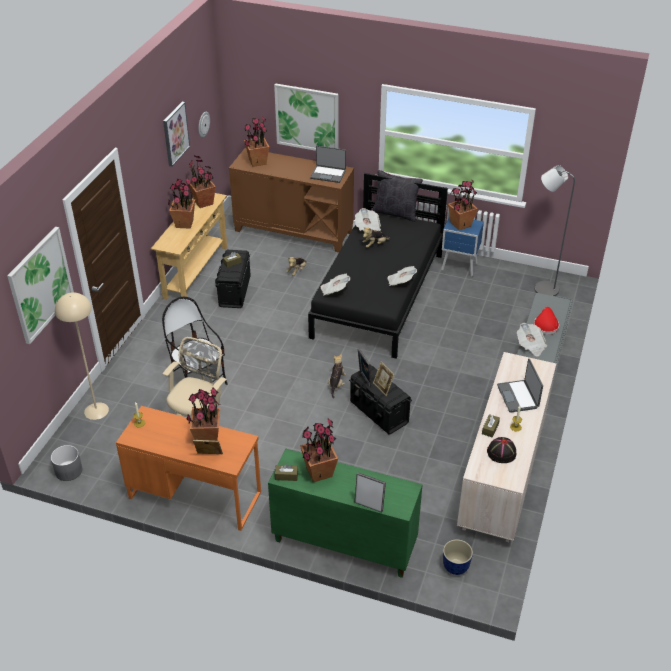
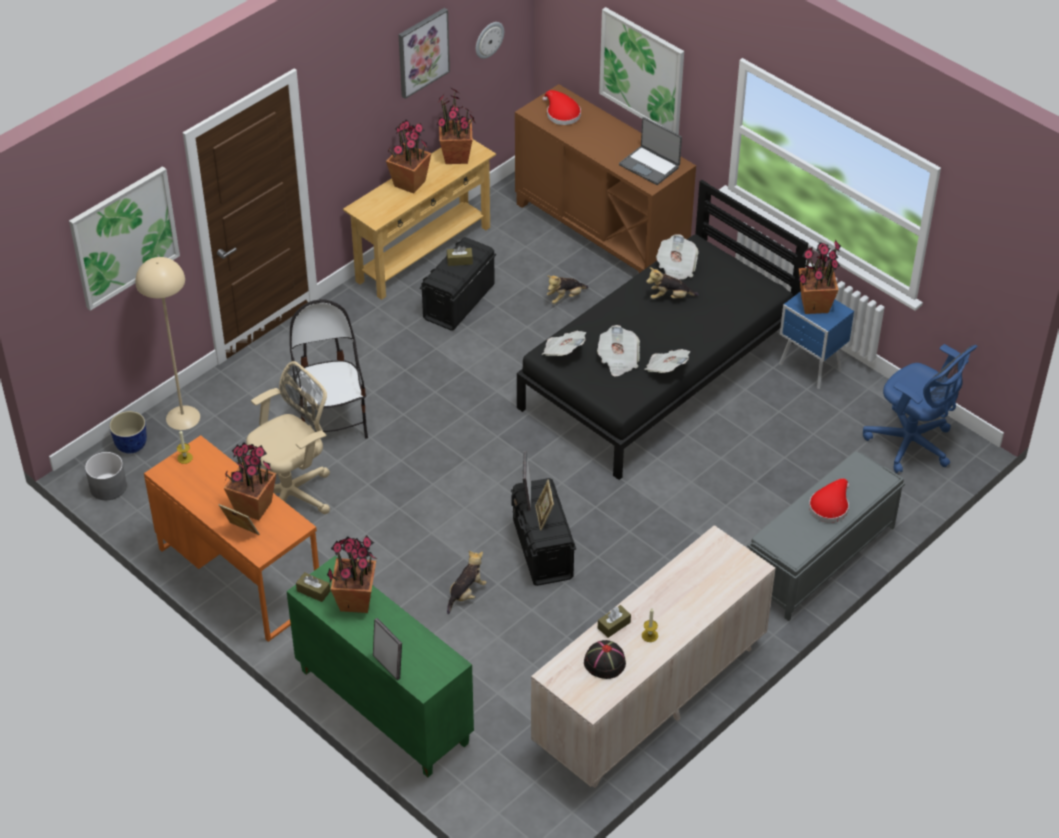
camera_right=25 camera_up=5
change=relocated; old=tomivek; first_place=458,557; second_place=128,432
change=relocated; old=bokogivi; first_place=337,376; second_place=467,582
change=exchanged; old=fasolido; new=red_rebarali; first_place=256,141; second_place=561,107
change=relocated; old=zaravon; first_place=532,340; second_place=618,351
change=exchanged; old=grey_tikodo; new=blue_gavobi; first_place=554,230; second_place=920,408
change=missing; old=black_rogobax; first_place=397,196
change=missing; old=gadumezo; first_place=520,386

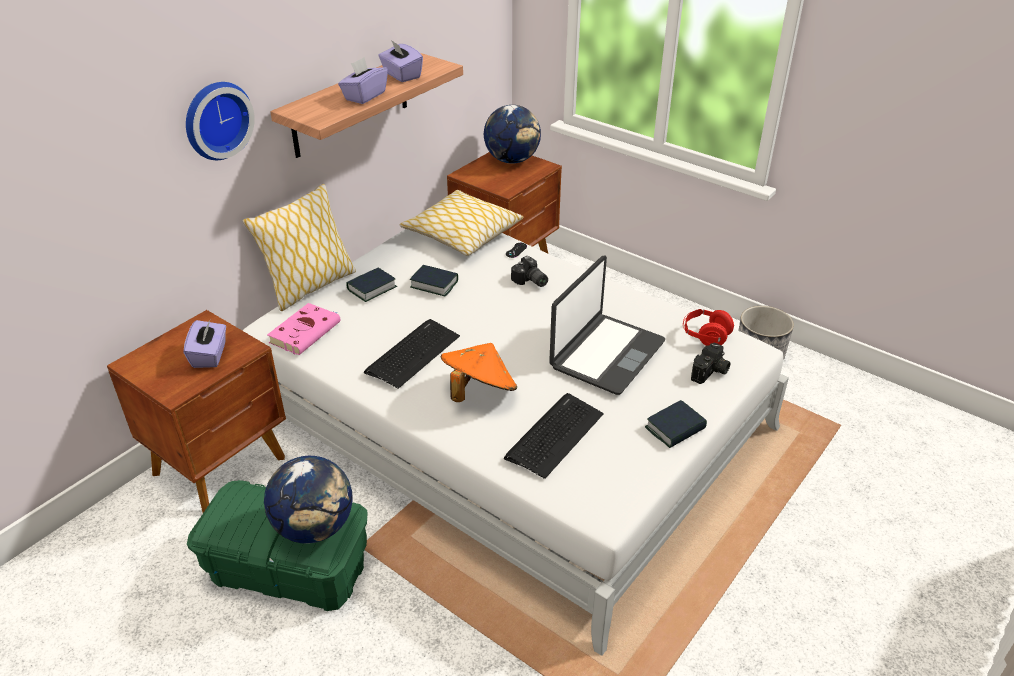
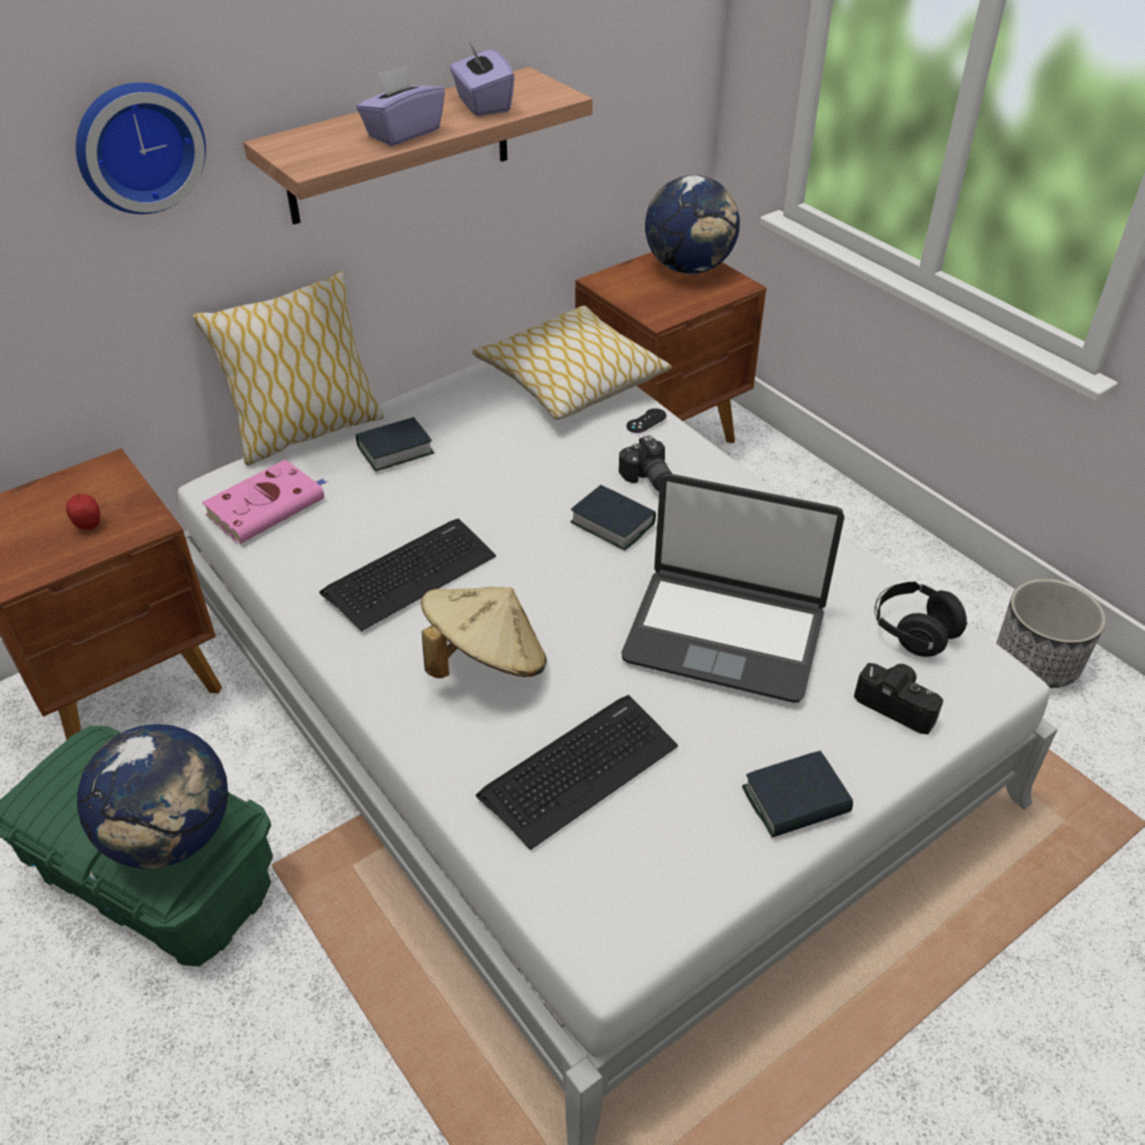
camera_right=15 camera_up=5
change=exchanged; old=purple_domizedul; new=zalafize; first_place=205,343; second_place=83,512
change=colour; old=orange_rebarali; new=beige_rebarali; first_place=479,372; second_place=484,632
change=relocated; old=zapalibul; first_place=434,280; second_place=613,518
change=spun; old=gadumezo; first_place=607,325; second_place=732,588; degrees=60
change=spun; old=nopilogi; first_place=711,363; second_place=898,698; degrees=-105
change=colour; old=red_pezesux; new=black_pezesux; first_place=708,327; second_place=921,619

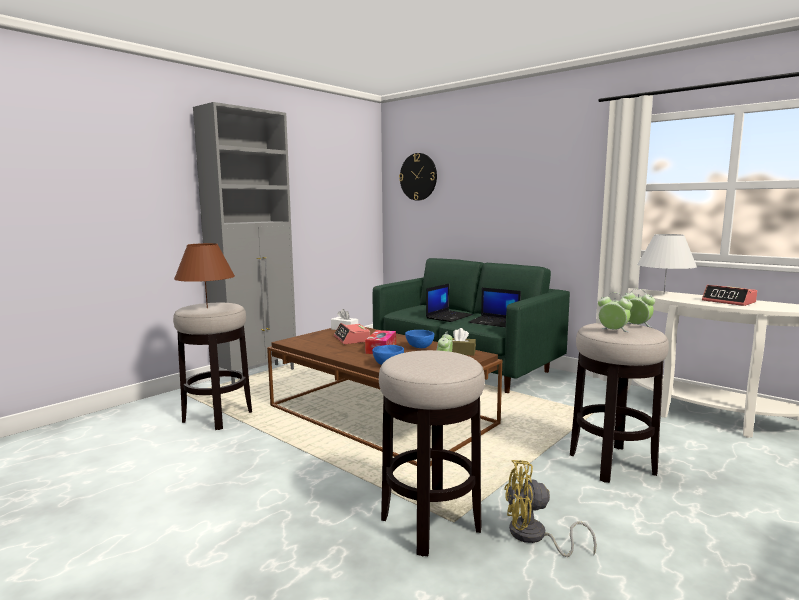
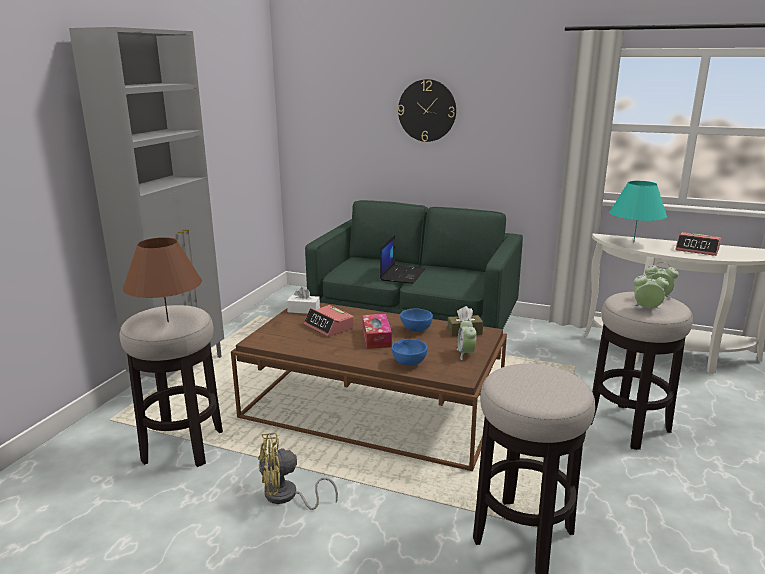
camera_right=-20 camera_up=10
change=relocated; old=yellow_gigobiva; first_place=550,508; second_place=298,471
change=relocated; old=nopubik; first_place=418,177; second_place=427,110
change=colour; old=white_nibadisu; new=turquoise_nibadisu; first_place=667,264; second_place=638,211
change=missing; old=gadumezo; first_place=495,308

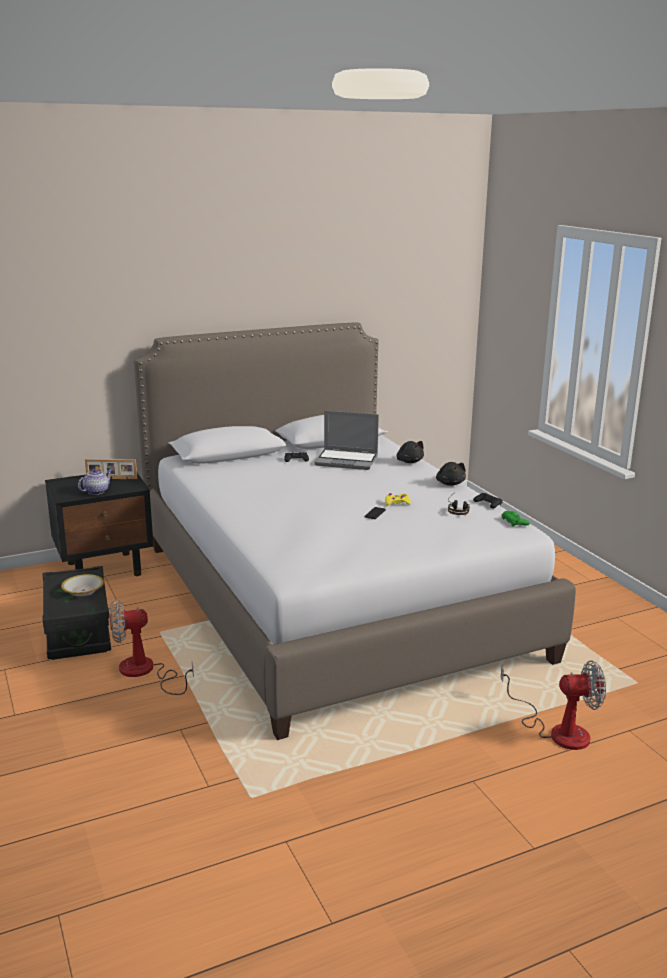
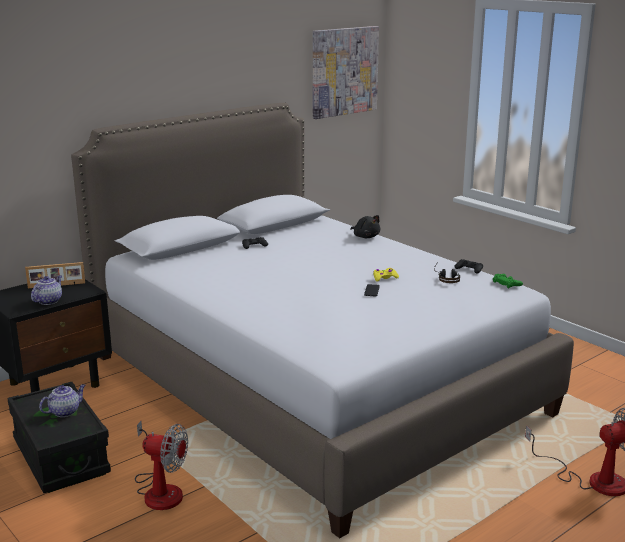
camera_right=-15 camera_up=0
change=exchanged; old=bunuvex; new=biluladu; first_place=82,585; second_place=62,400
change=spun; old=gigobiva; first_place=152,647; second_place=161,465; degrees=-135
change=appeared; new=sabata; second_place=346,72
change=missing; old=gadumezo; first_place=346,440
change=missing; old=black_bokogivi; first_place=451,474

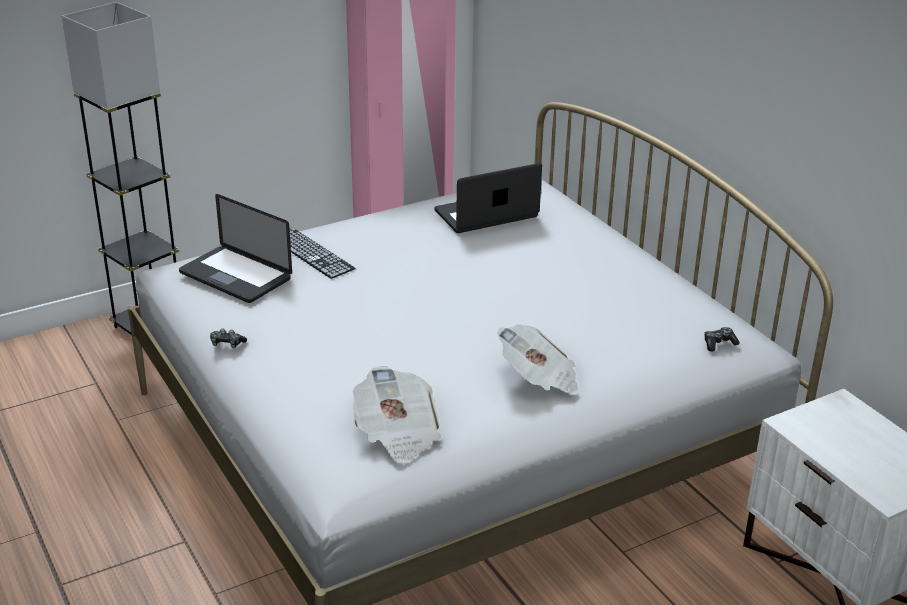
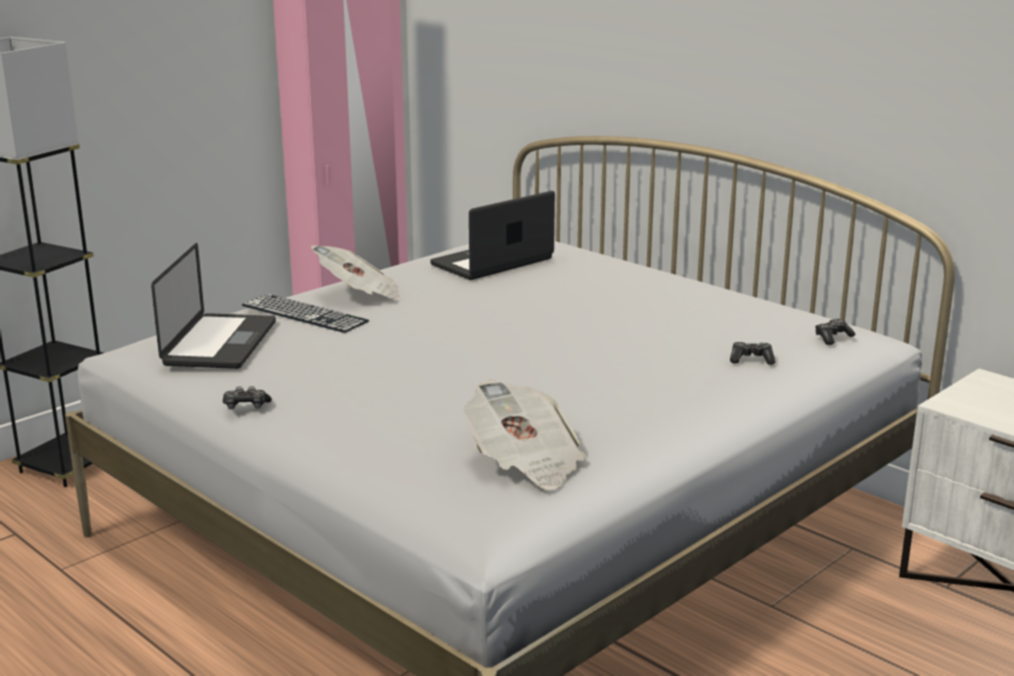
camera_right=-15 camera_up=-10
change=spun; old=gadumezo; first_place=235,248; second_place=213,306; degrees=-105
change=relocated; old=zaravon; first_place=538,360; second_place=356,272
change=appeared; new=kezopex; second_place=753,353

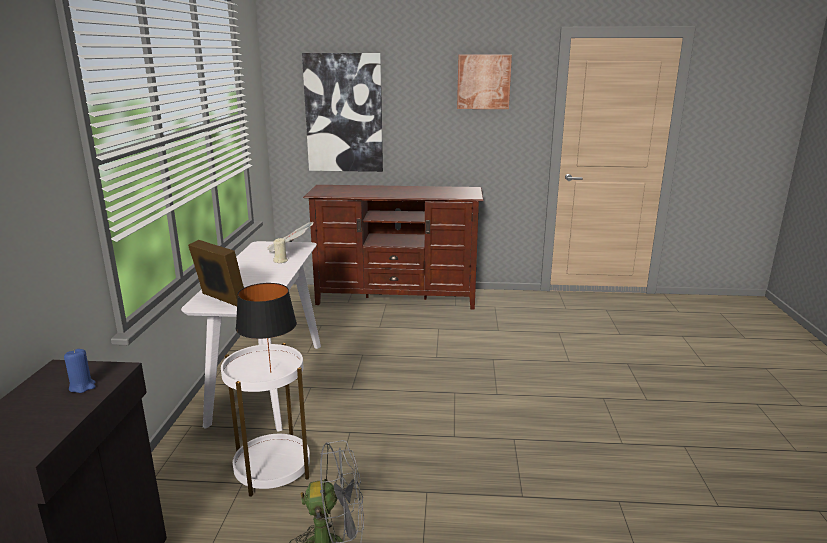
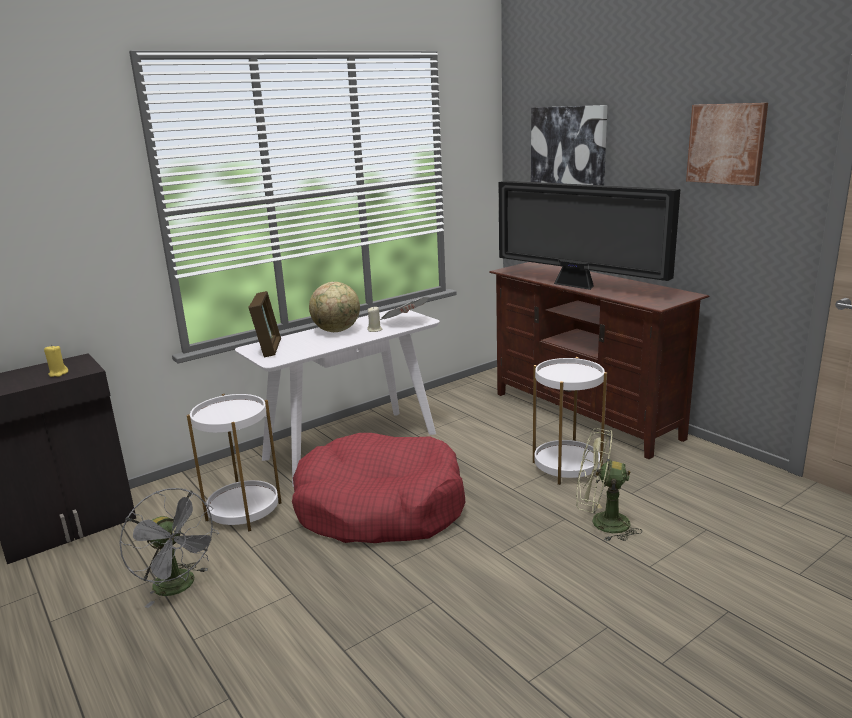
camera_right=50 camera_up=0
change=colour; old=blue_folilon; new=yellow_folilon; first_place=80,371; second_place=56,361
change=appeared; new=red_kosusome; second_place=379,488
change=appeared; new=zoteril; second_place=334,307
change=appeared; new=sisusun; second_place=589,235
change=appeared; new=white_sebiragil; second_place=570,421
change=appeared; new=green_gigobiva; second_place=609,484
change=missing; old=black_nibadisu; first_place=266,328

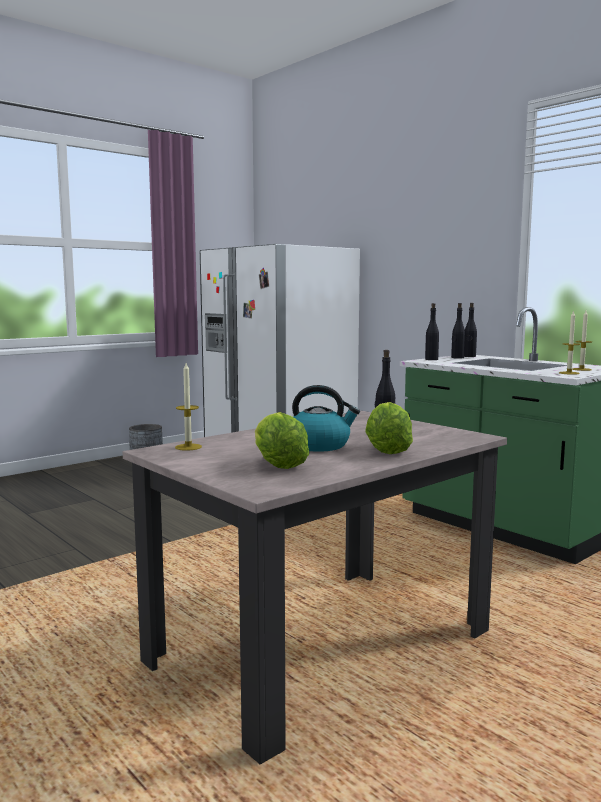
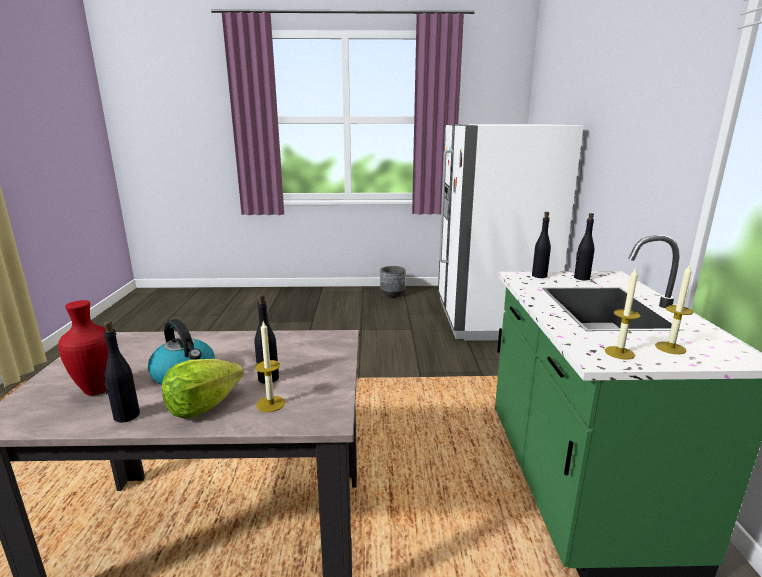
camera_right=40 camera_up=10
change=exchanged; old=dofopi; new=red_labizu; first_place=282,440; second_place=83,348
change=relocated; old=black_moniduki; first_place=470,330; second_place=122,372
change=relocated; old=folilon; first_place=188,407; second_place=270,366

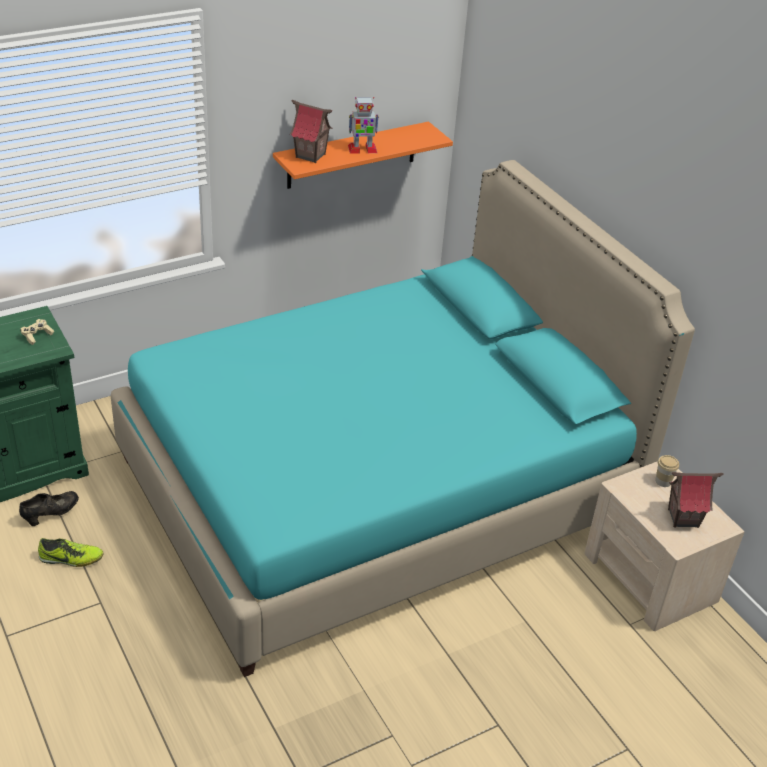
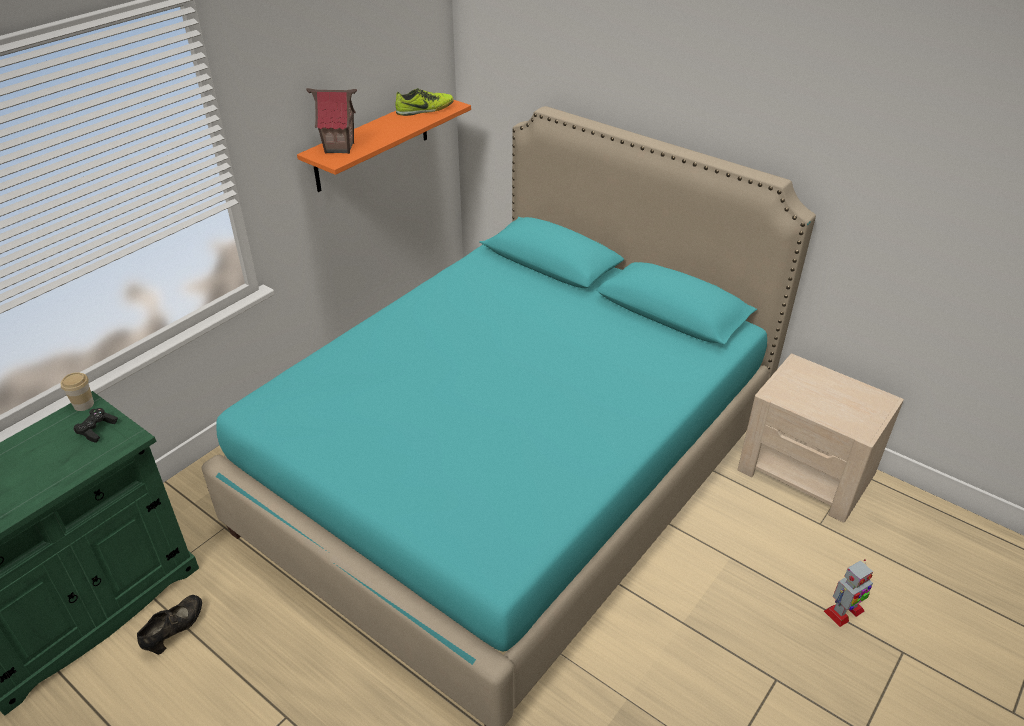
camera_right=-20 camera_up=0
change=relocated; old=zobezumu; first_place=667,471; second_place=77,391
change=colour; old=beige_kezopex; new=black_kezopex; first_place=37,332; second_place=95,425
change=relocated; old=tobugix; first_place=70,552; second_place=424,102
change=relocated; old=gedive; first_place=363,125; second_place=848,593
change=missing; old=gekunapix; first_place=696,500

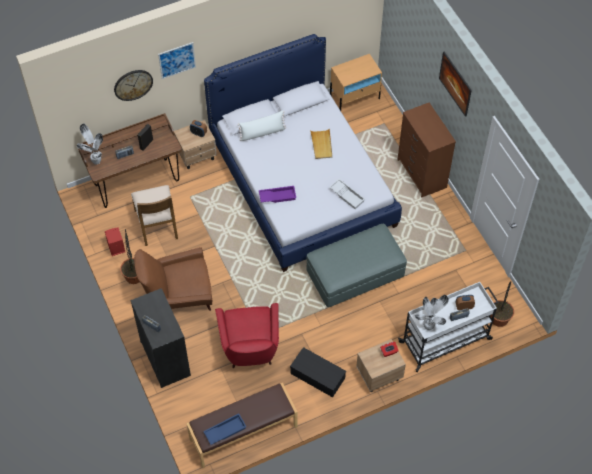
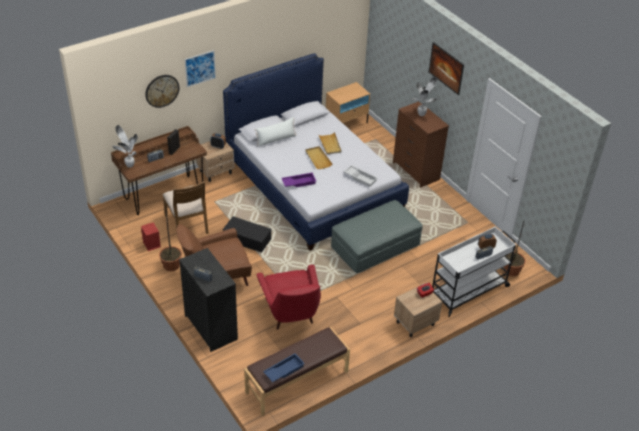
camera_right=-10 camera_up=-15
change=relocated; old=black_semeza; first_place=318,372; second_place=247,234
change=appeared; new=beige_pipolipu; second_place=318,157
change=relocated; old=fasolido; first_place=432,312; second_place=424,96

